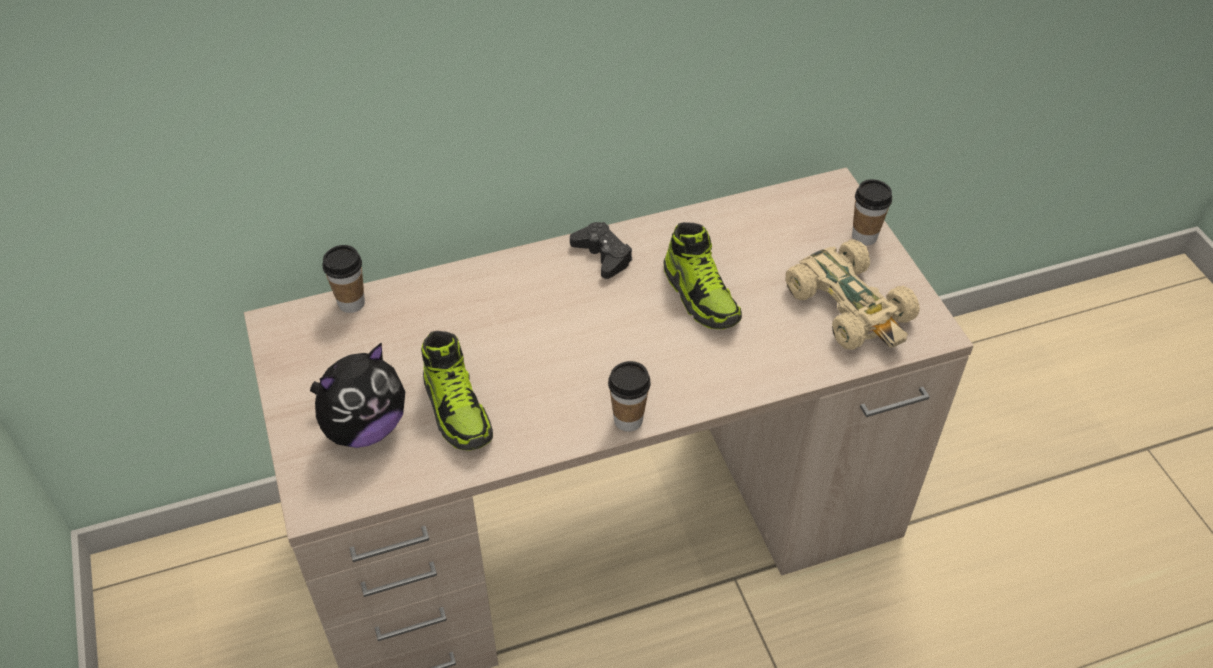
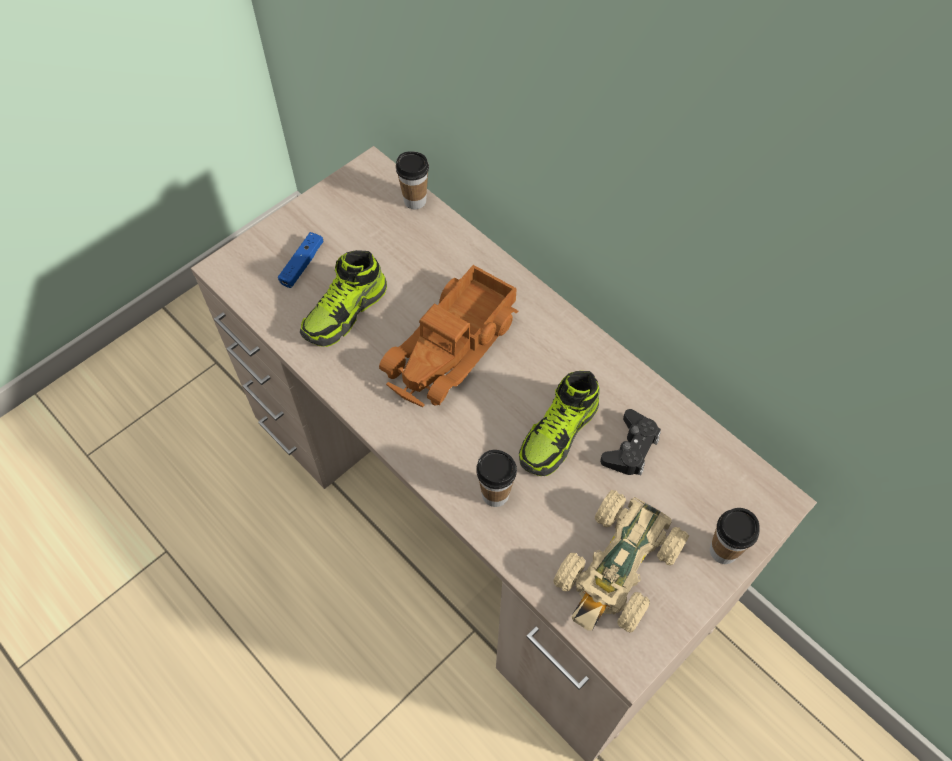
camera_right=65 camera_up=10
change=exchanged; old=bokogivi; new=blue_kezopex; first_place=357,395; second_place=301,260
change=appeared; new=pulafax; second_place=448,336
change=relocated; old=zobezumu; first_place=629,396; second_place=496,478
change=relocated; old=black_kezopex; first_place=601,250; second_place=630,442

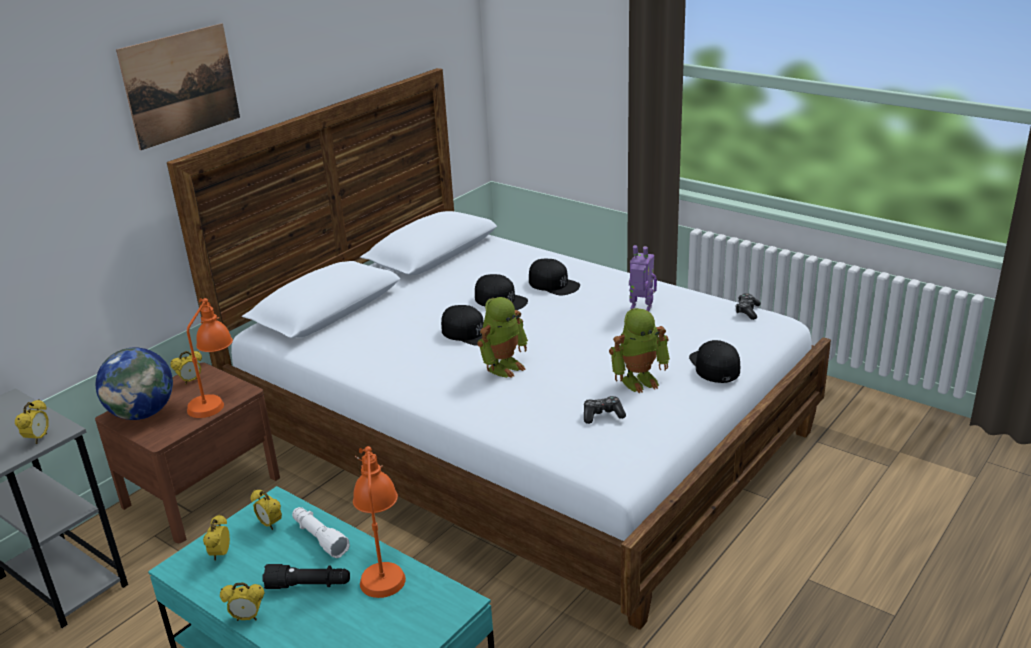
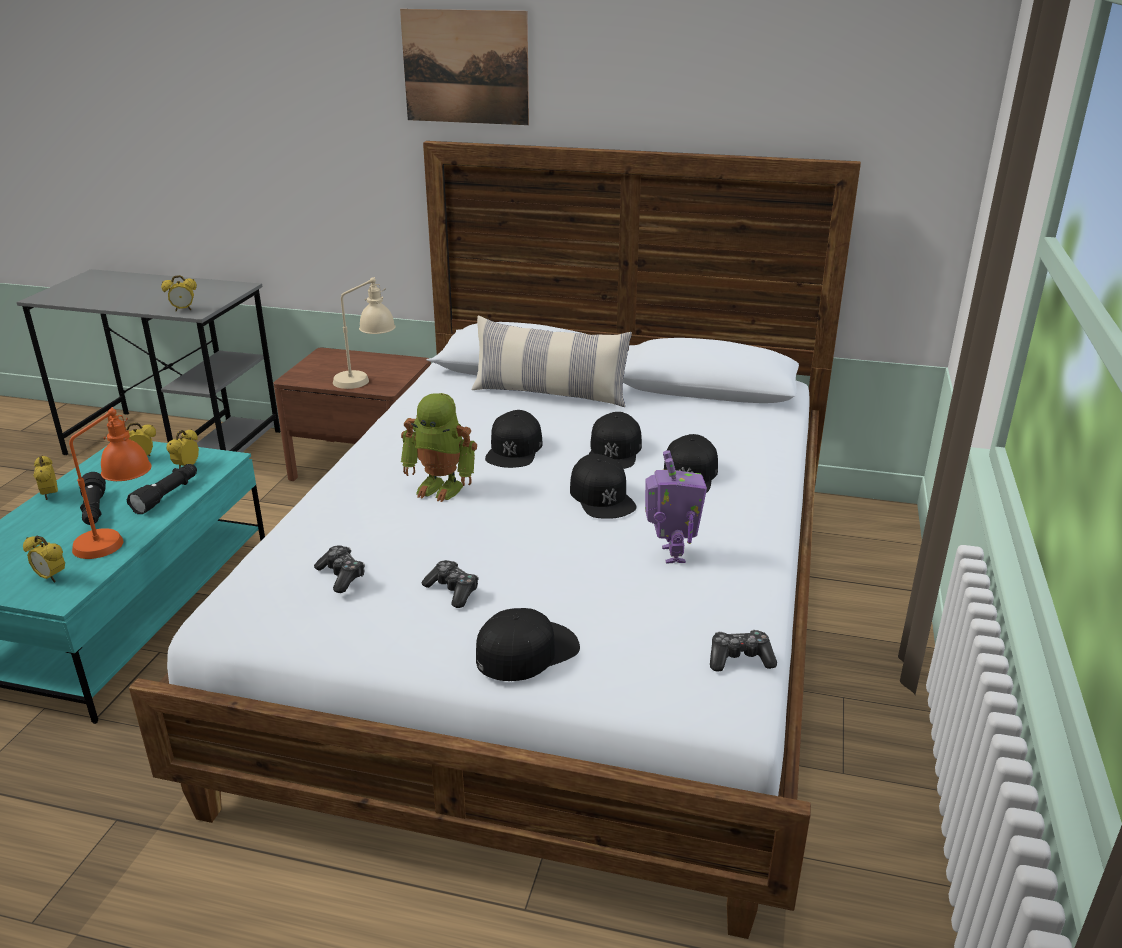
camera_right=65 camera_up=0
change=relocated; old=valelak; first_place=186,368; second_place=44,559
change=colour; old=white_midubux; new=black_midubux; first_place=321,532; second_place=162,489
change=colour; old=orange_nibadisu; new=beige_nibadisu; first_place=210,358; second_place=364,333
change=exchanged; old=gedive; new=kezopex; first_place=639,350; second_place=450,584
change=appeared; new=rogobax; second_place=552,361
change=appeared; new=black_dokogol; second_place=603,486
change=missing; old=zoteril; first_place=134,384

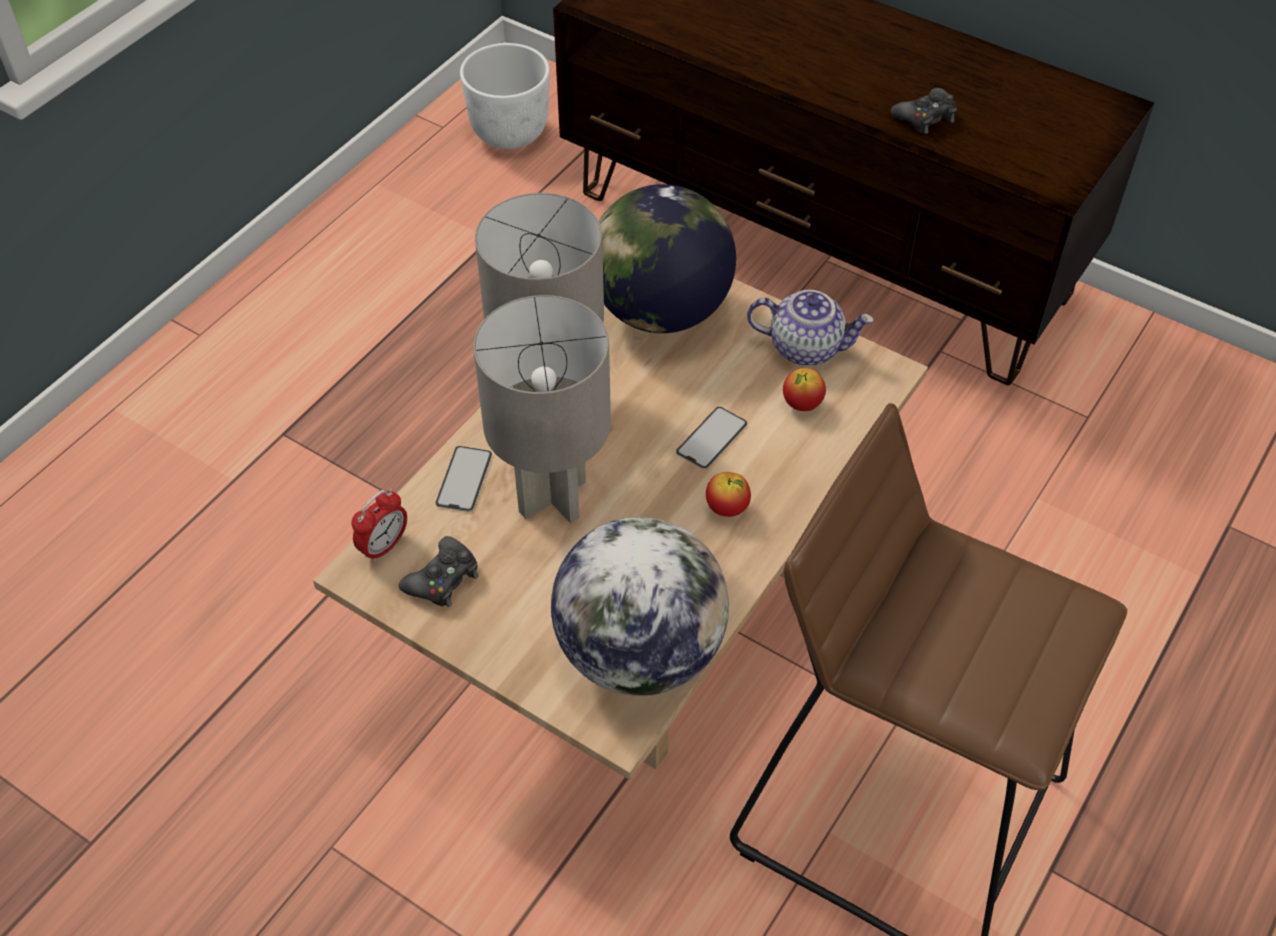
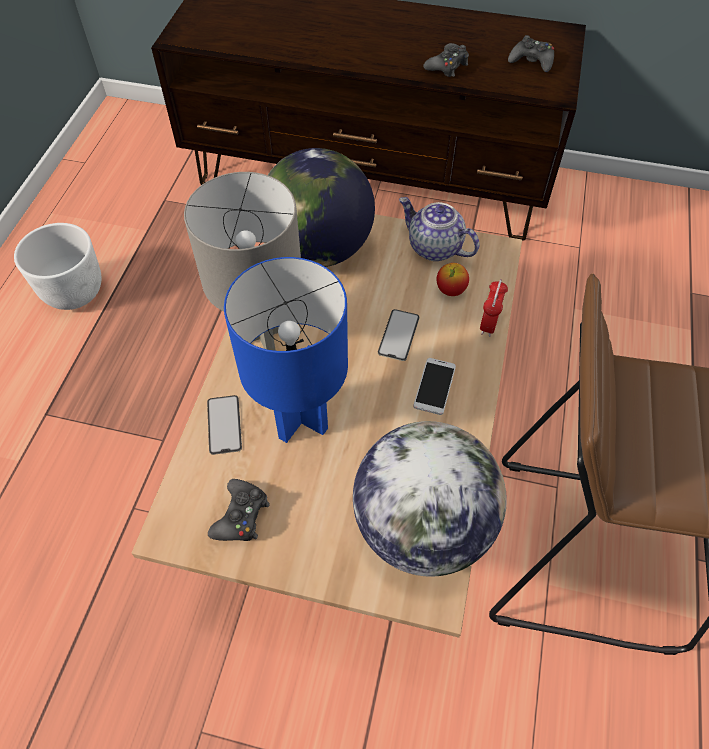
camera_right=-20 camera_up=5
change=relocated; old=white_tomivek; first_place=505,96; second_place=57,266
change=colour; old=grey_nibadisu; new=blue_nibadisu; first_place=542,409; second_place=286,350
change=spun; old=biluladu; first_place=810,327; second_place=439,229; degrees=-135
change=exchanged; old=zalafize; new=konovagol; first_place=728,494; second_place=434,386
change=relocated; old=valelak; first_place=379,525; second_place=494,308
change=appeared; new=black_kezopex; second_place=531,53

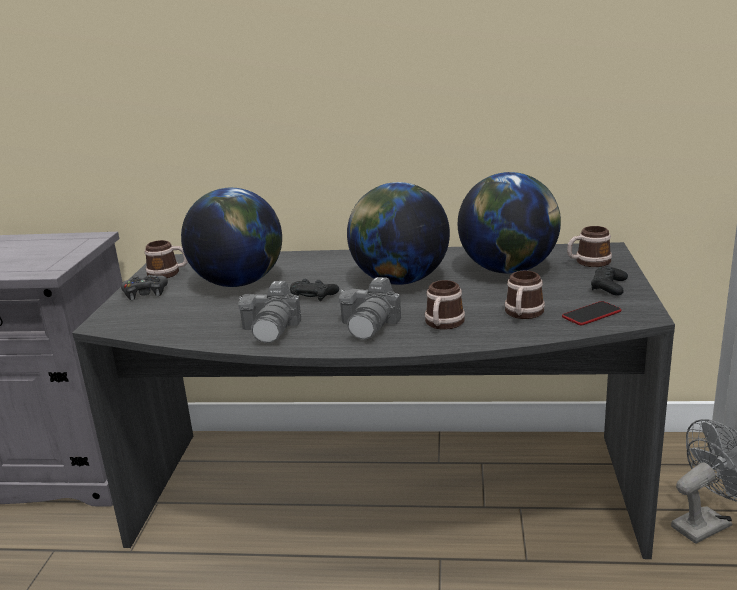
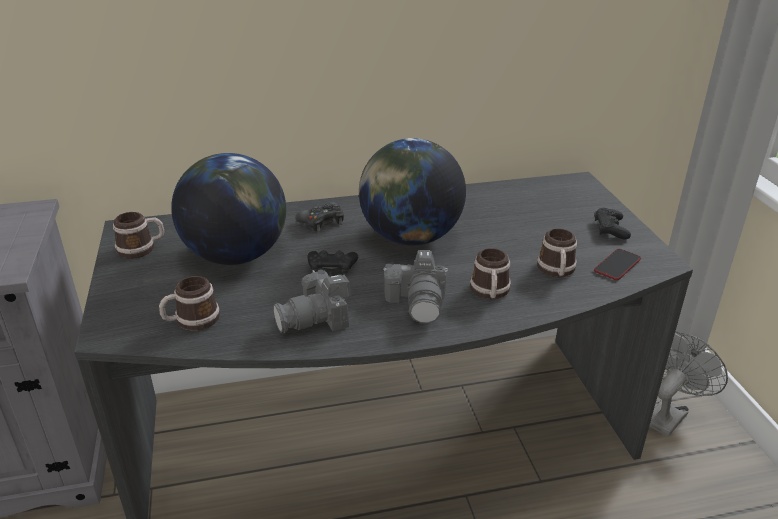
camera_right=-20 camera_up=10
change=relocated; old=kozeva; first_place=589,246; second_place=189,303
change=spun; old=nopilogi; first_place=269,312; second_place=312,301; degrees=75
change=relocated; old=black_kezopex; first_place=144,287; second_place=319,217
change=missing; old=zoteril; first_place=509,223

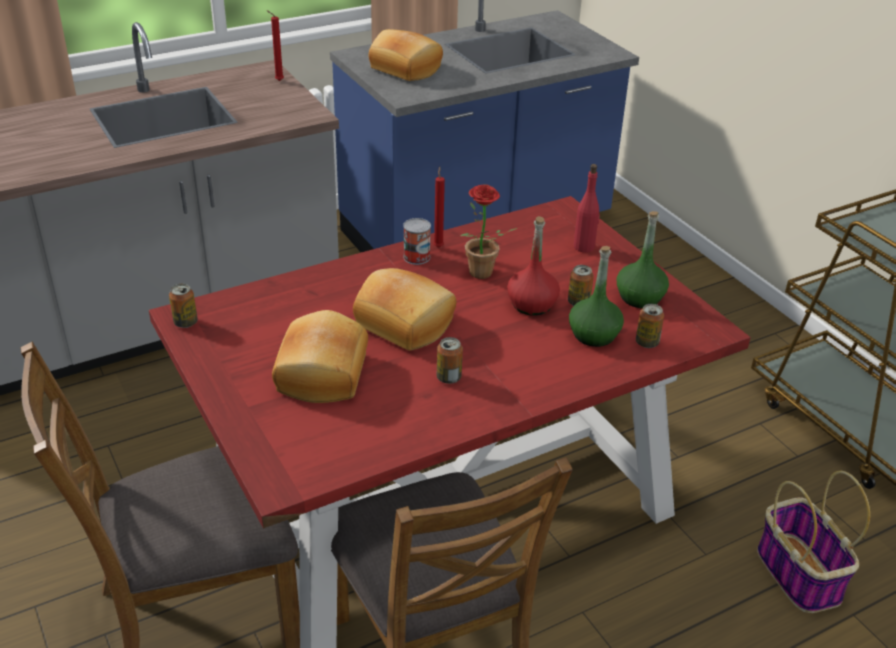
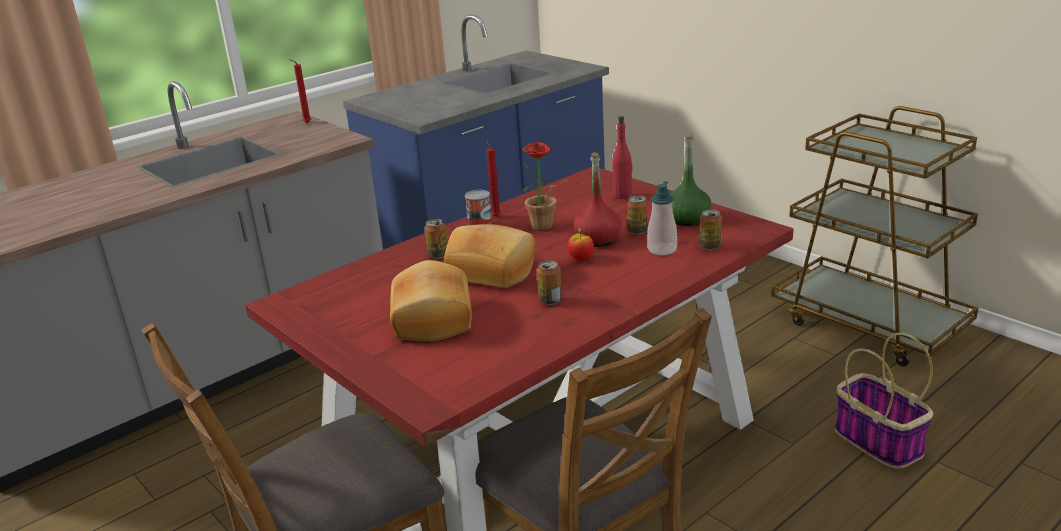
camera_right=-10 camera_up=-10
change=relocated; old=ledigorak; first_place=183,306; second_place=436,239
change=appeared; new=zalafize; second_place=580,244
change=exchanged; old=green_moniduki; new=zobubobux; first_place=596,296; second_place=662,218
change=missing; old=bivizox; first_place=405,55

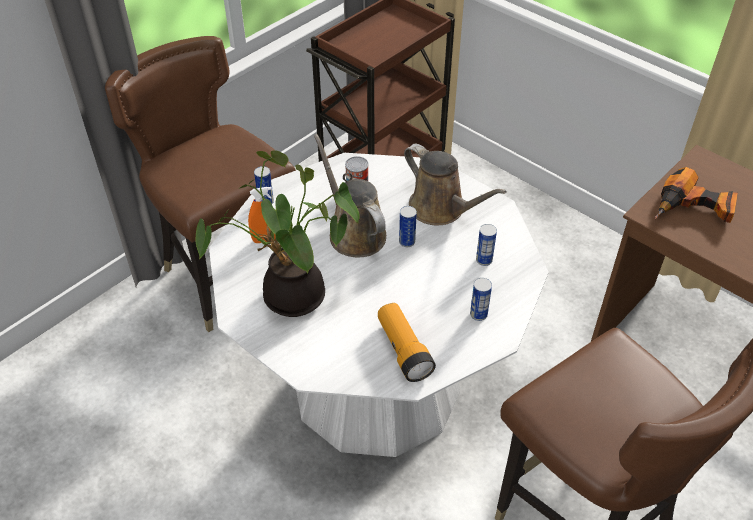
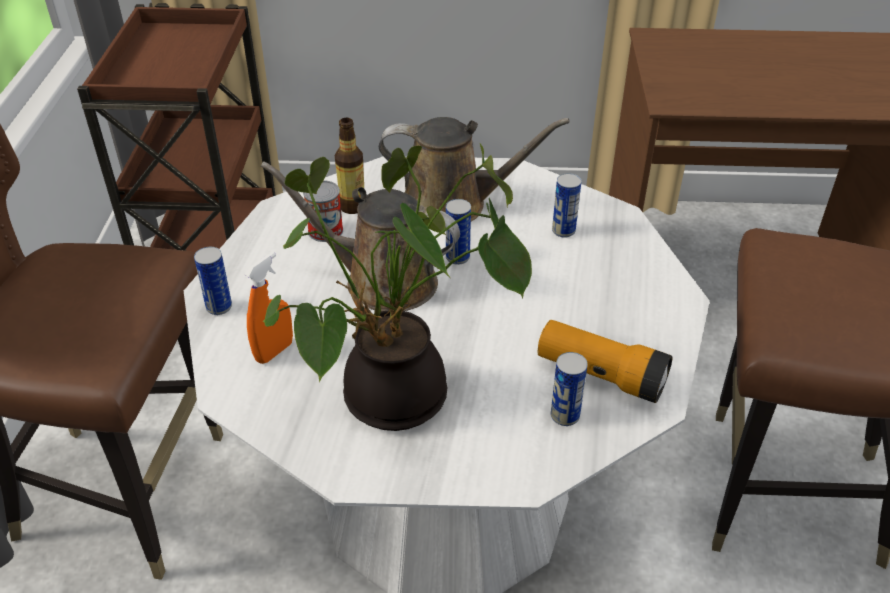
camera_right=-40 camera_up=-5
change=appeared; new=moniduki; second_place=349,166
change=relocated; old=ledigorak; first_place=481,299; second_place=569,389
change=missing; old=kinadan; first_place=696,195

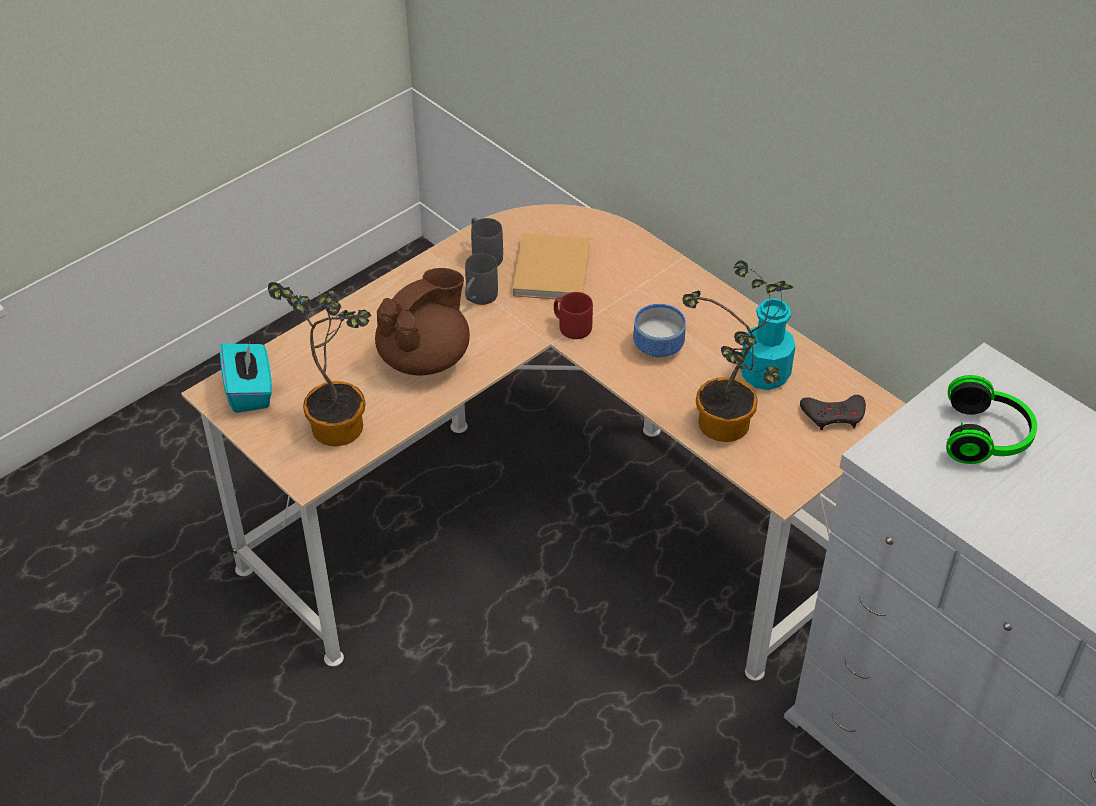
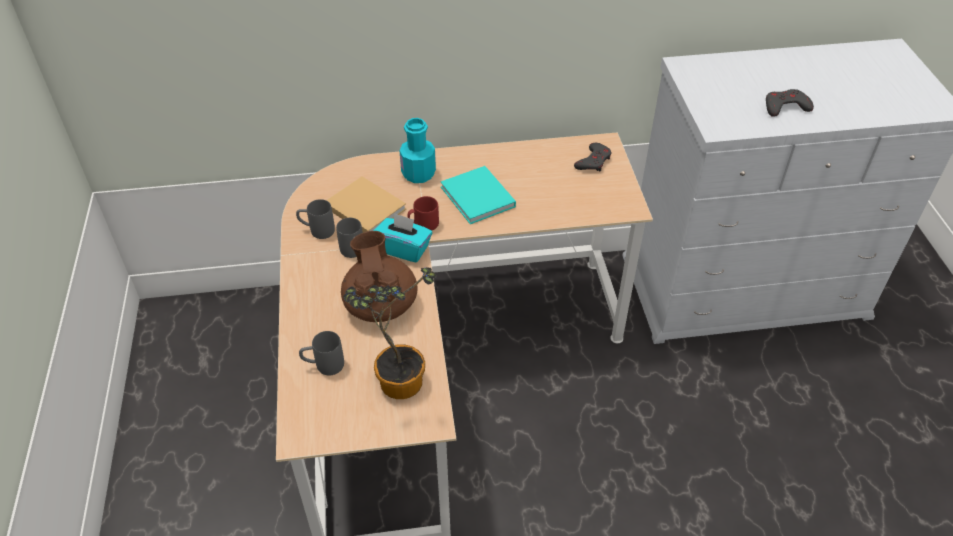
camera_right=-55 camera_up=0
change=appeared; new=grey_kozeva; second_place=321,353
change=relocated; old=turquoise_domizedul; first_place=246,377; second_place=402,237
change=relocated; old=turquoise_moniduki; first_place=768,344; second_place=417,150
change=exchanged; old=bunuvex; new=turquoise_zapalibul; first_place=659,330; second_place=478,195
change=appeared; new=grey_kezopex; second_place=790,103
change=missing; old=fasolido; first_place=737,351
change=missing; old=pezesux; first_place=991,419

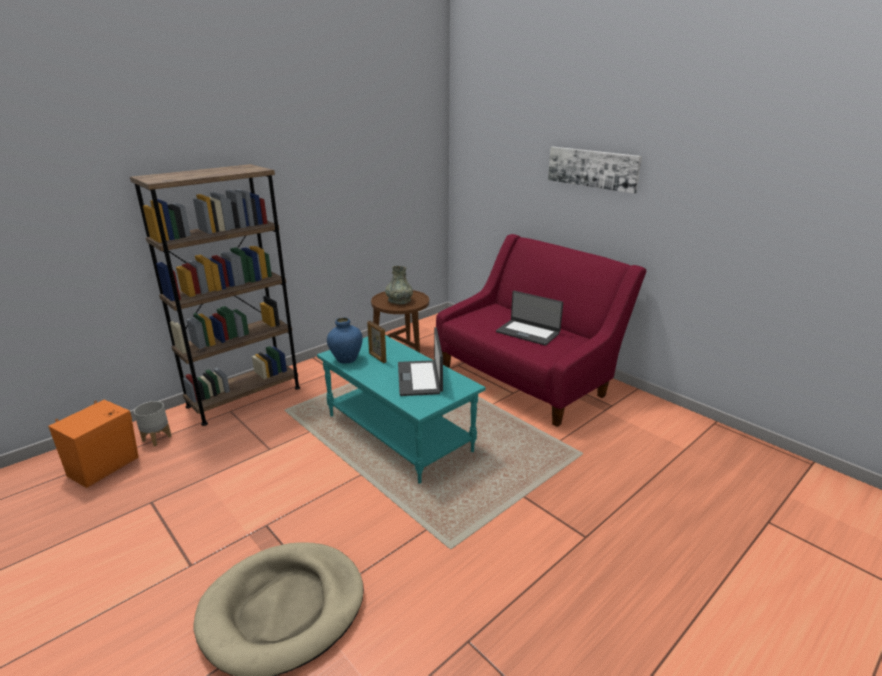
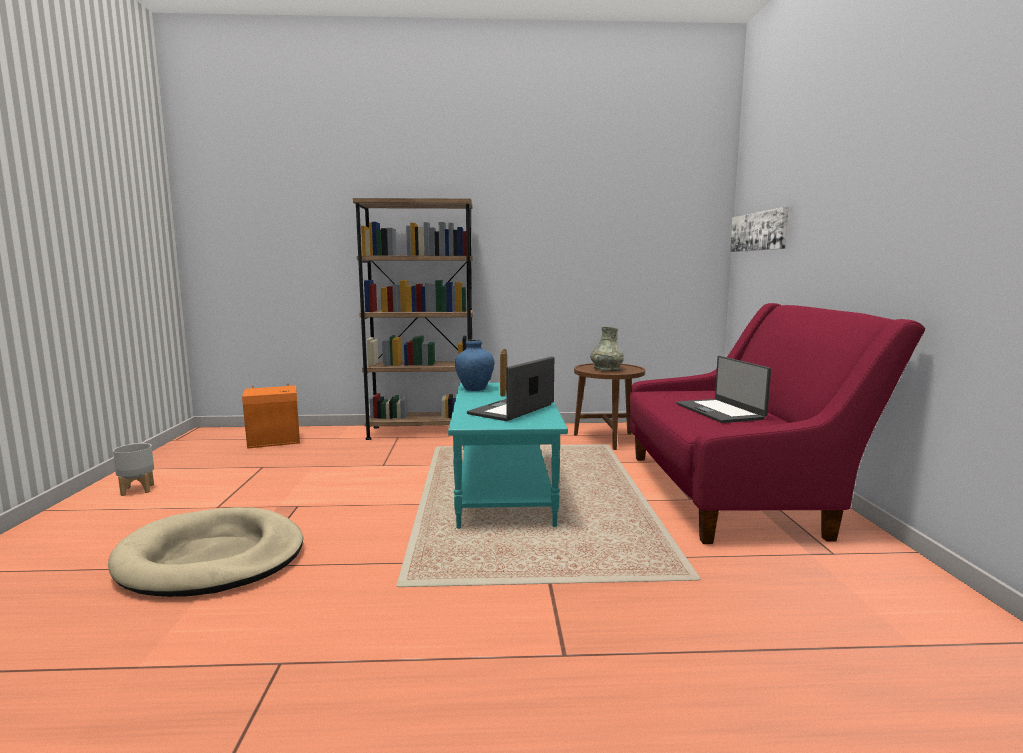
camera_right=40 camera_up=-15
change=relocated; old=grey_tomivek; first_place=153,423; second_place=133,469
change=relocated; old=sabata; first_place=595,170; second_place=759,229

